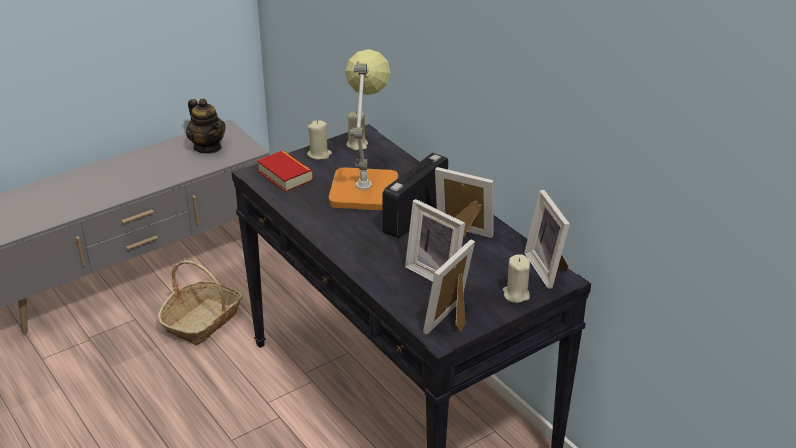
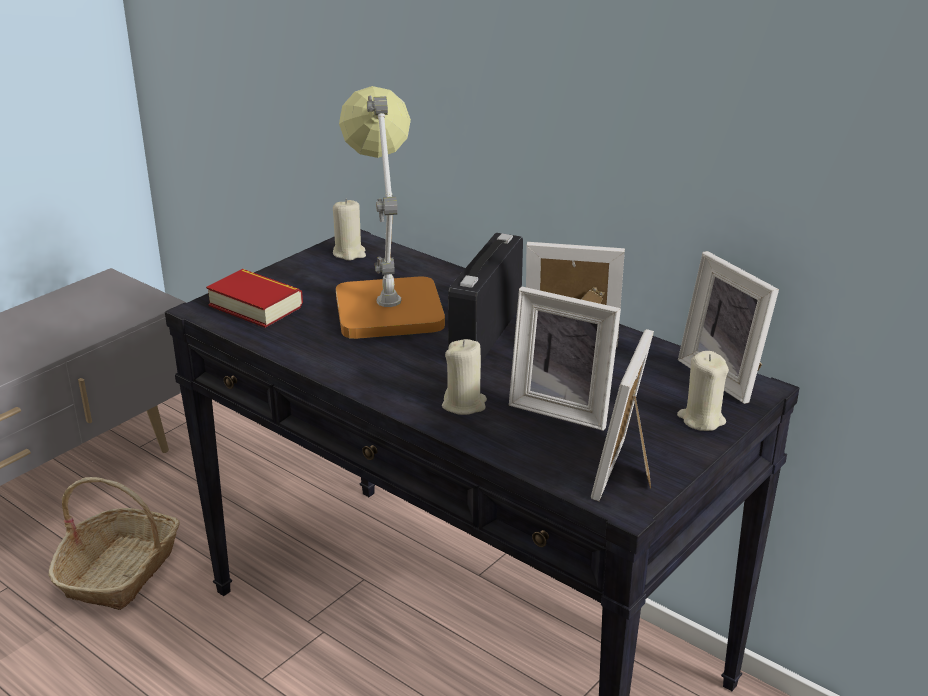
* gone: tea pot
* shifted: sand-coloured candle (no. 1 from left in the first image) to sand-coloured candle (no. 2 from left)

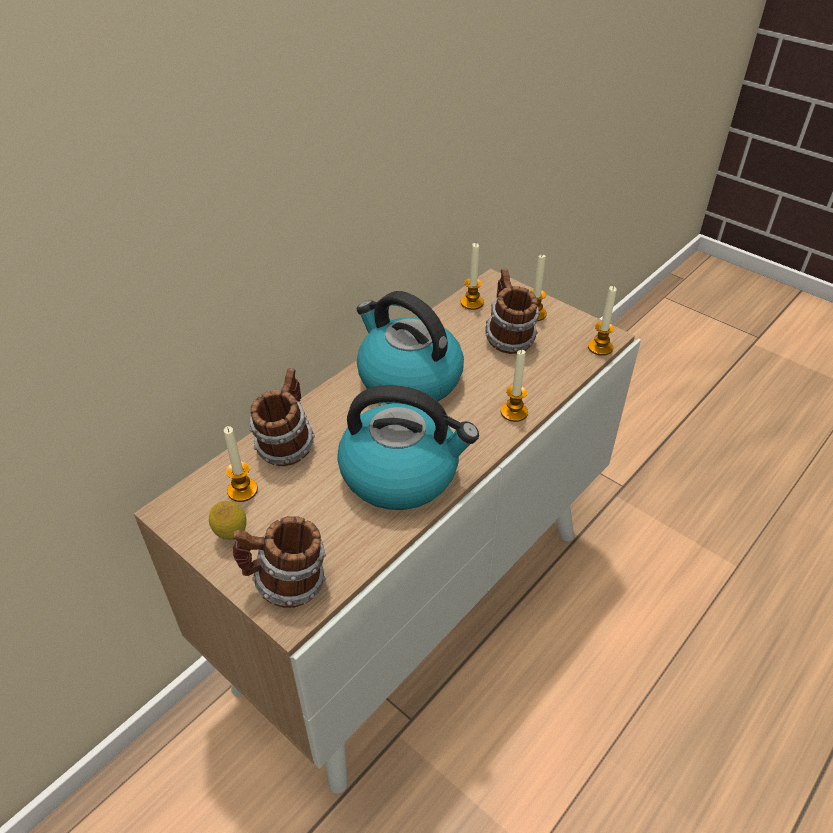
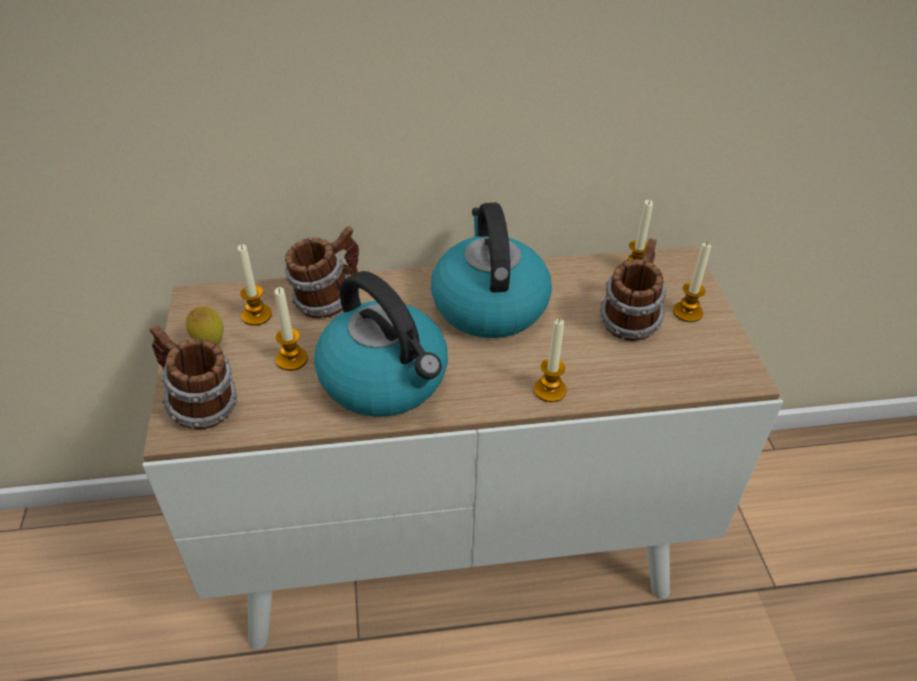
* shifted: candle (no. 5 from left in the first image) to candle (no. 2 from left)

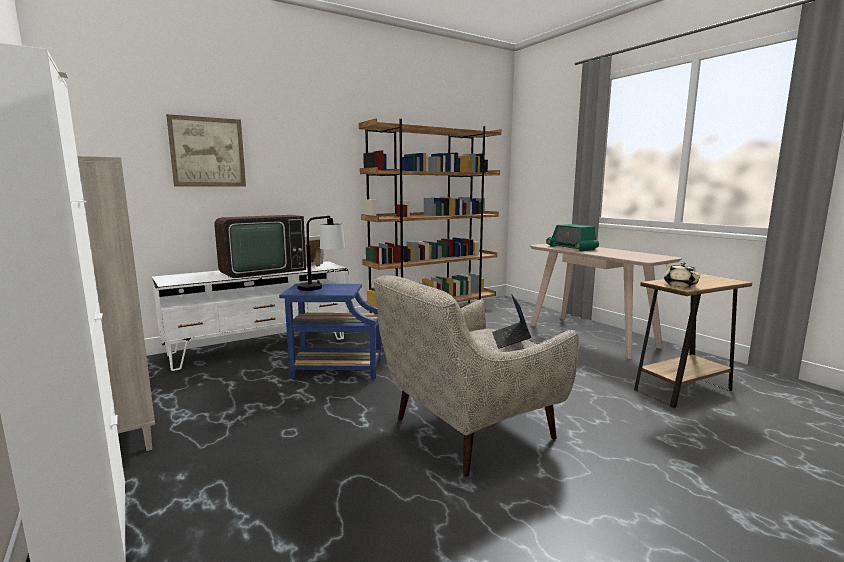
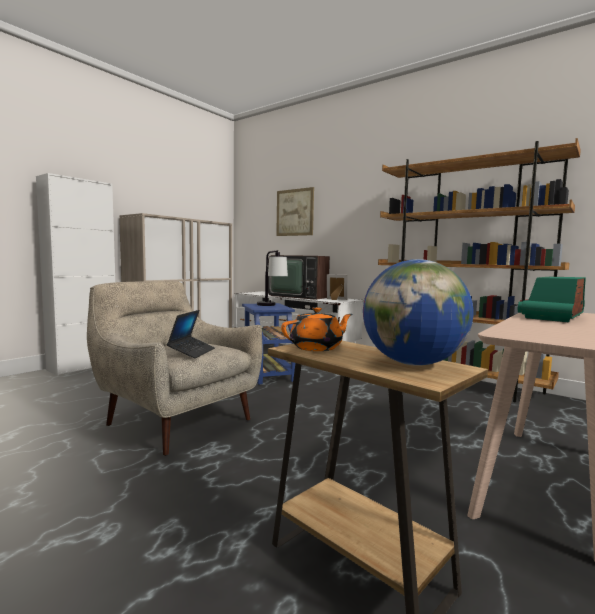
* new: world globe
* repainted: sand-coloured tea pot to orange tea pot
* rotated: portable computer 120 degrees clockwise

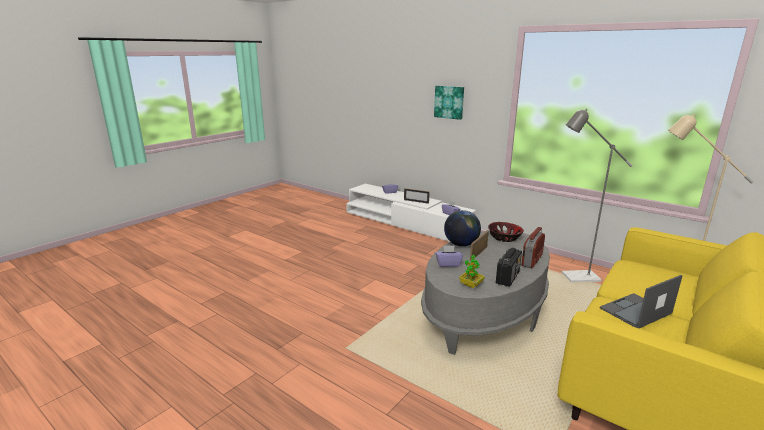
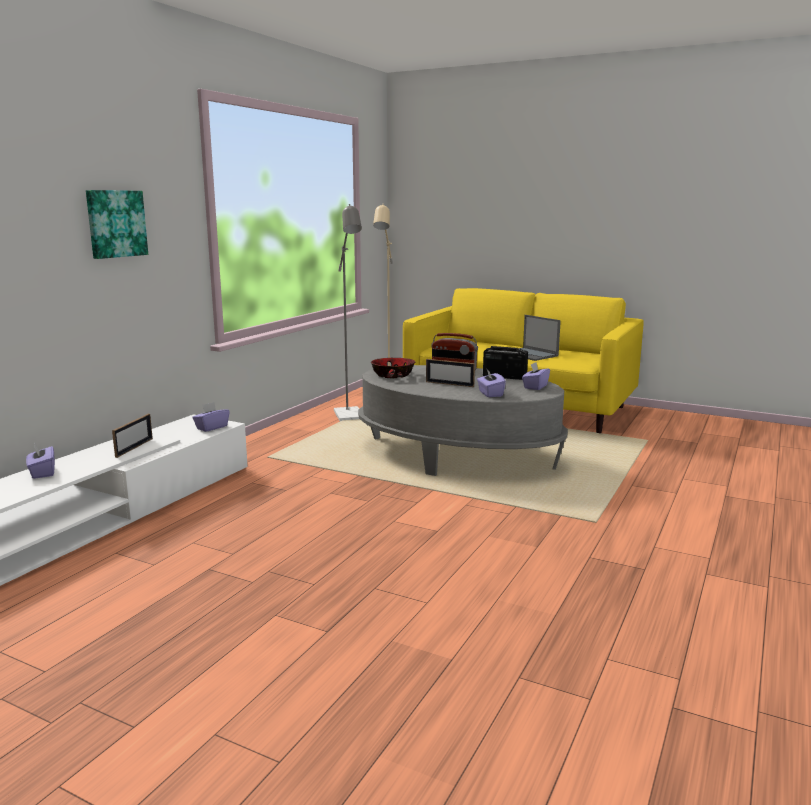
* gone: world globe
* swapped: houseplant to purple-coloured tissue box (no. 4 from left)

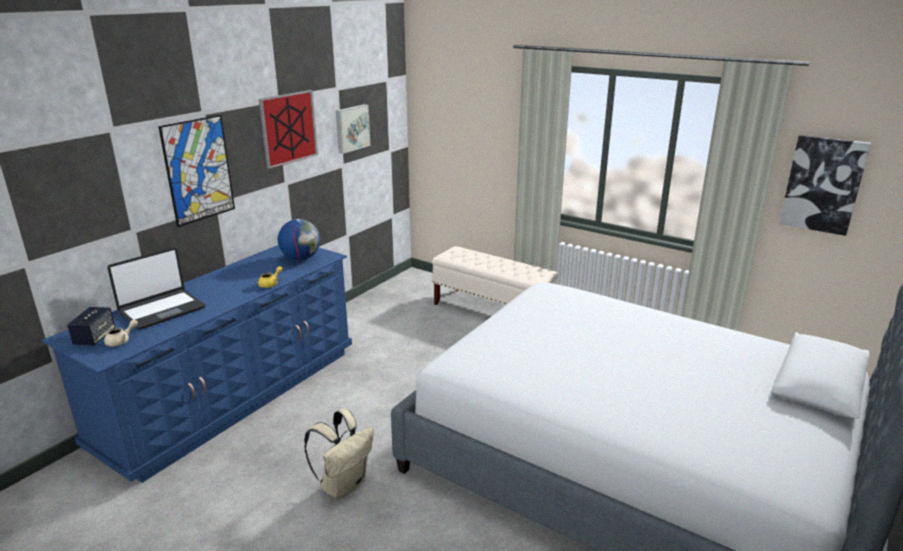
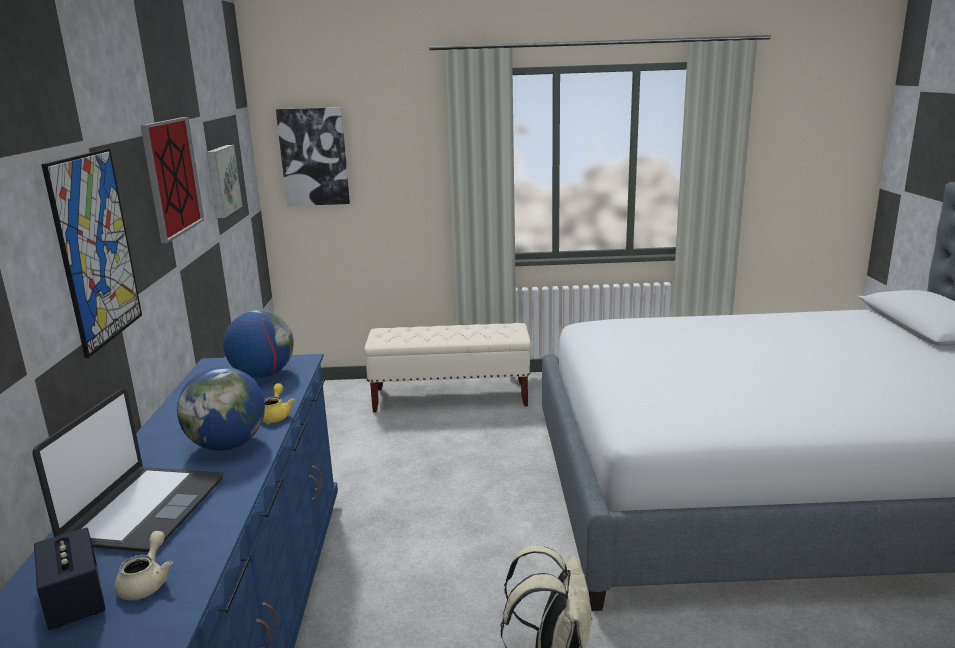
* new: world globe (no. 1 from left)
* shifted: wall art (no. 4 from left)

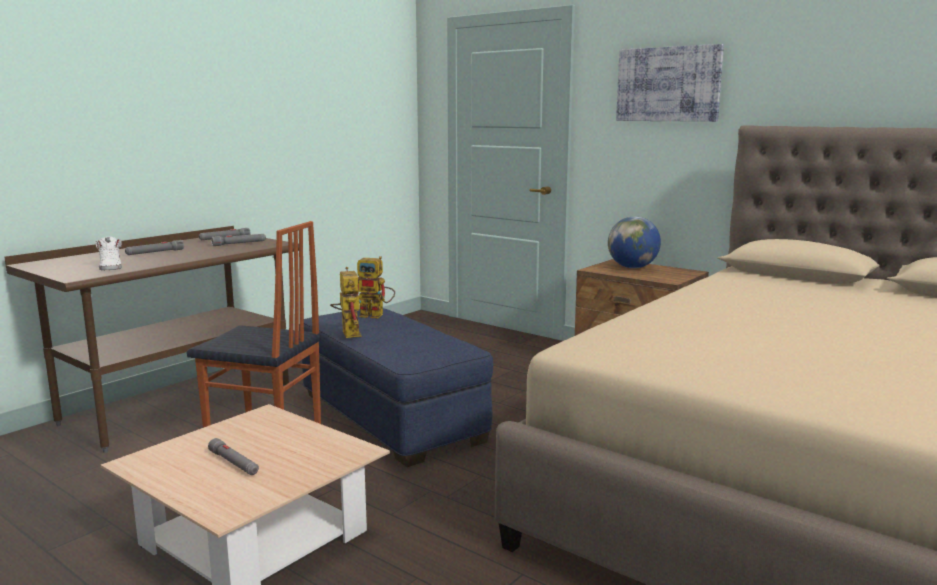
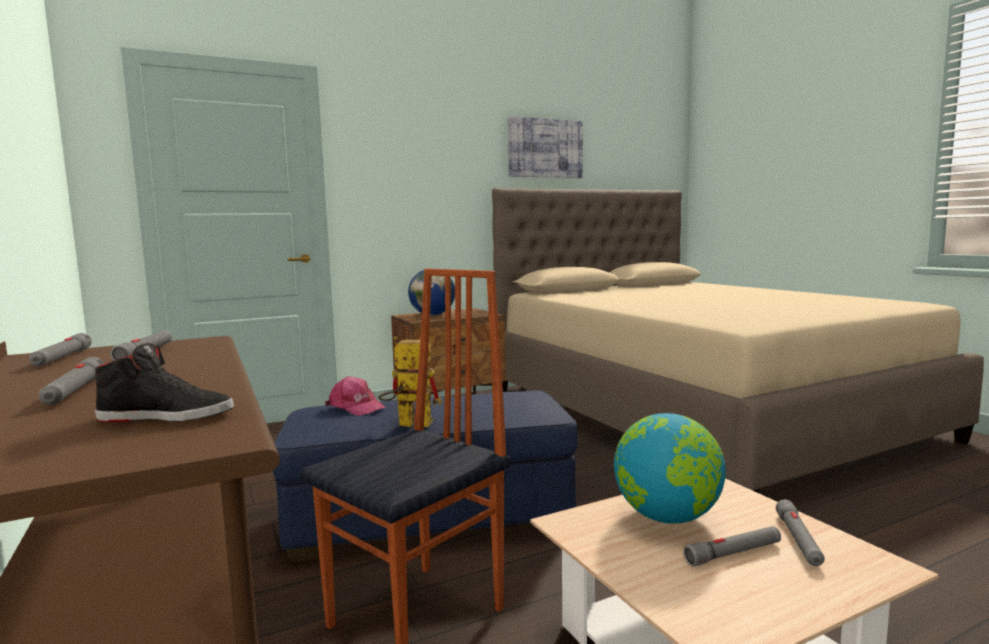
* new: world globe (no. 2 from left)
* new: grey torch (no. 5 from left)
* shifted: wall art
* swapped: robot figure (no. 2 from left) to pinkish baseball cap
* repainted: white-coloured shoe to black-coloured shoe

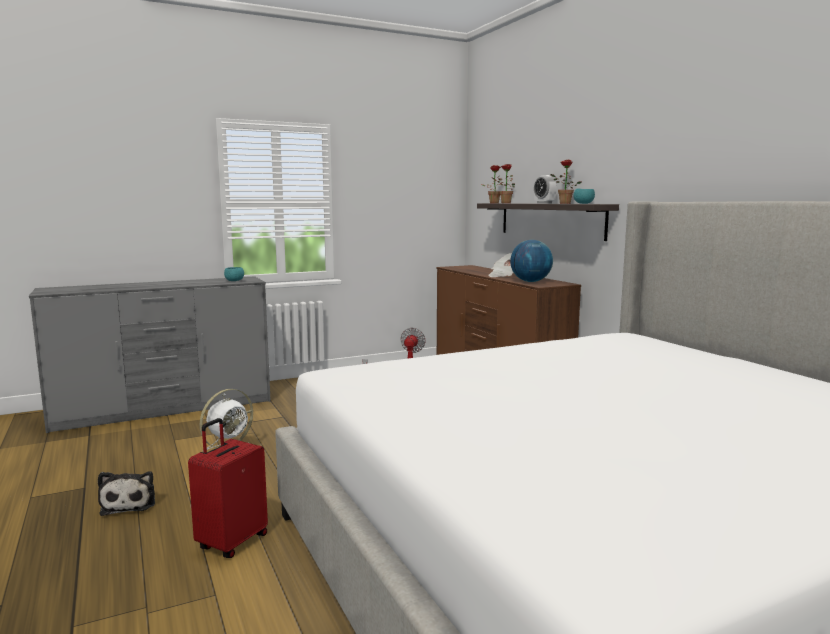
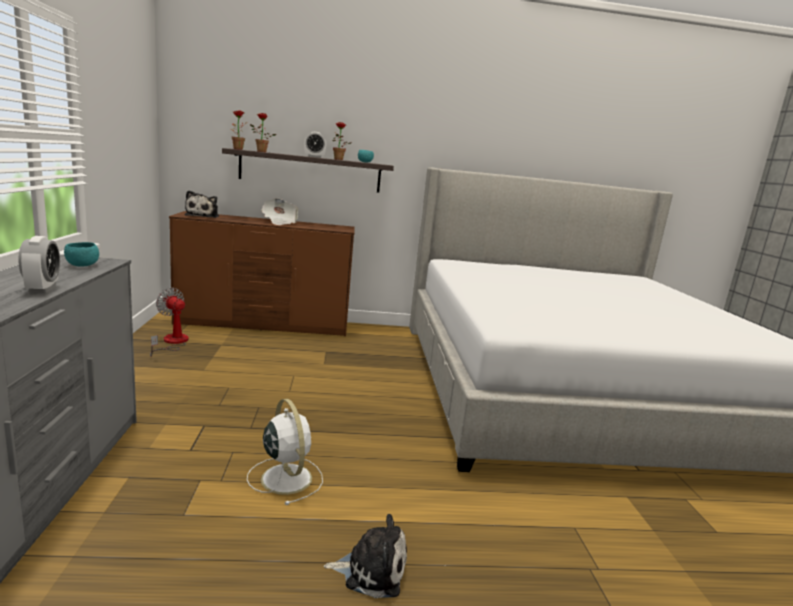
* gone: reddish piece of luggage
* gone: world globe
* new: bedside clock (no. 1 from left)
* new: soft toy (no. 1 from left)

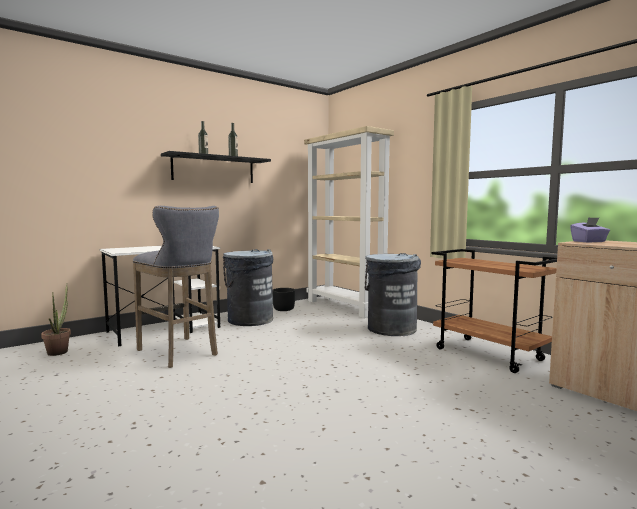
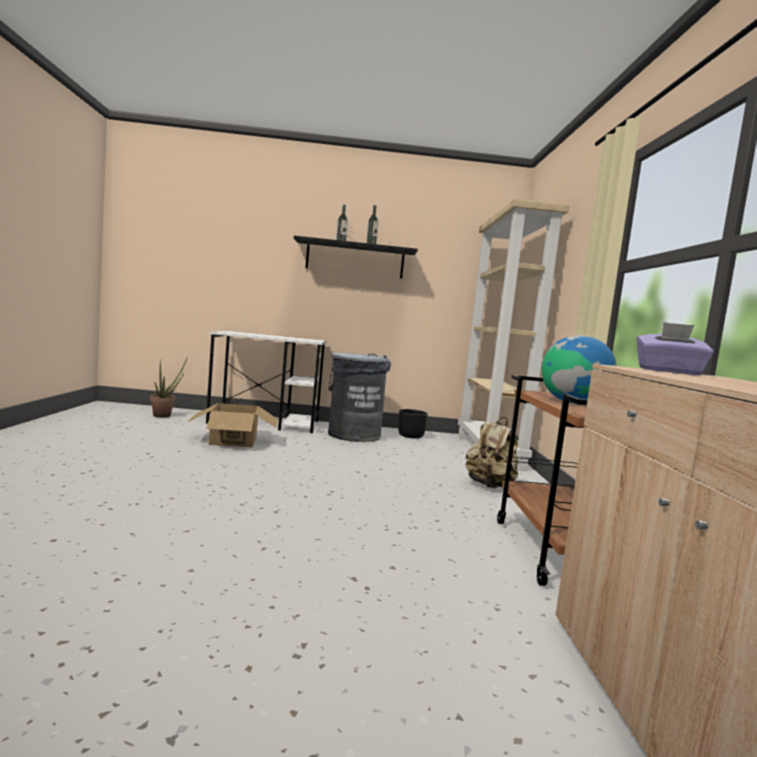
* new: world globe
* swapped: grey stool to carton
* swapped: grey waste bin (no. 2 from left) to sand-coloured backpack

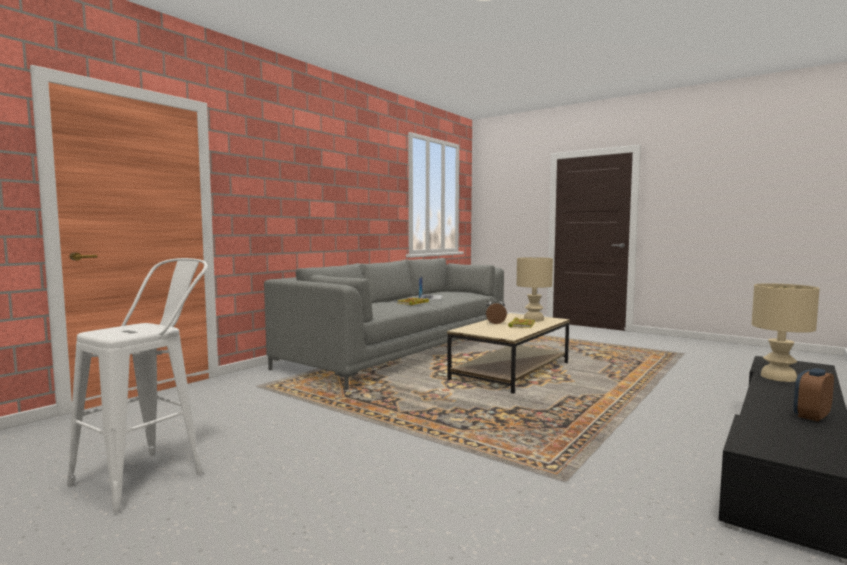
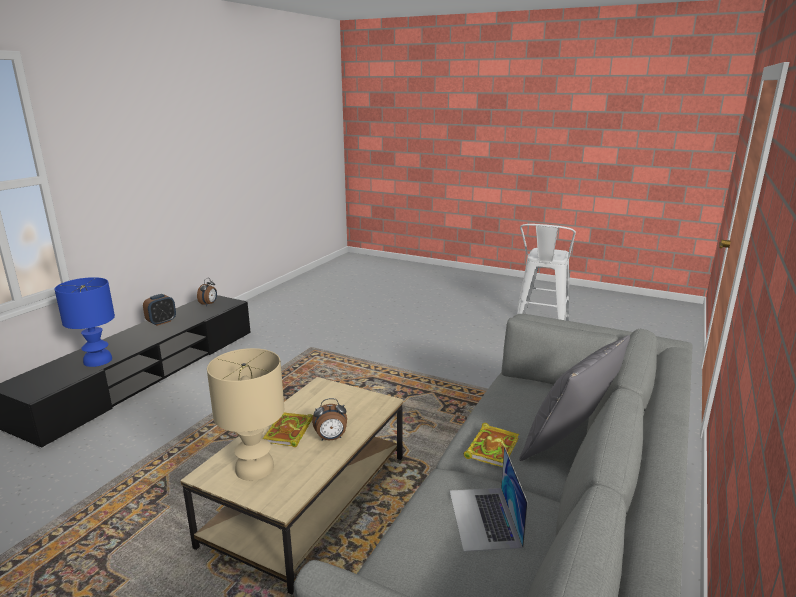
* new: bedside clock (no. 2 from left)
* new: grey pillow
* repainted: sand-coloured table lamp (no. 2 from left) to blue-coloured table lamp

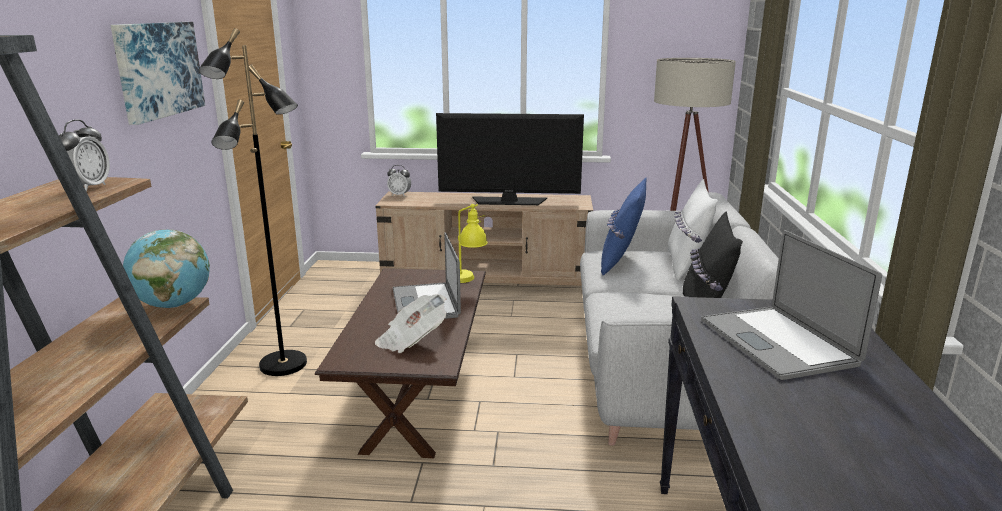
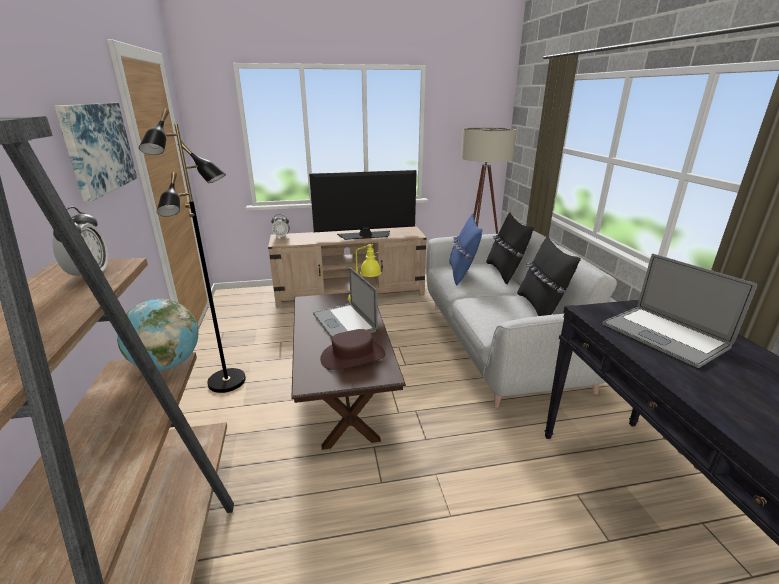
* swapped: printed paper to brown wearable hat
* repainted: white-coloured pillow to black-coloured pillow (no. 1 from left)

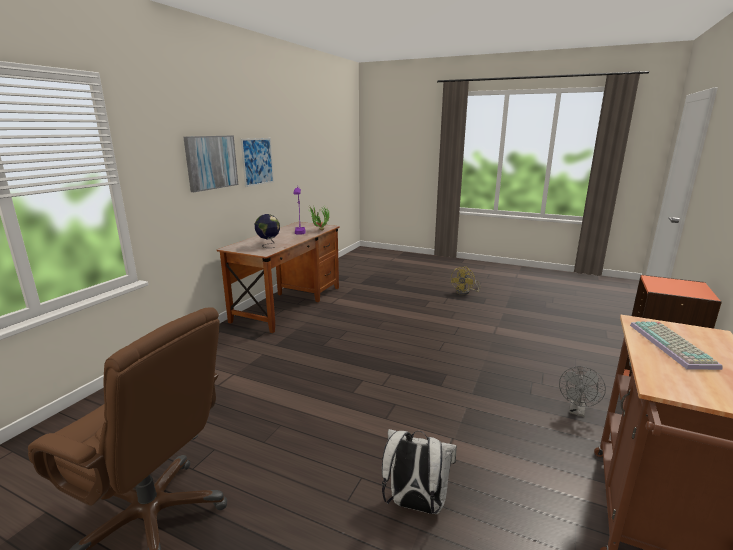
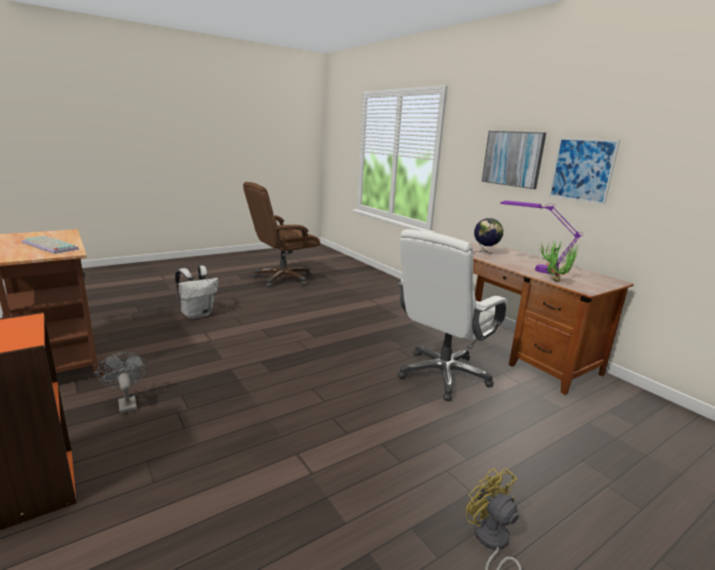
* new: white-coloured office chair

